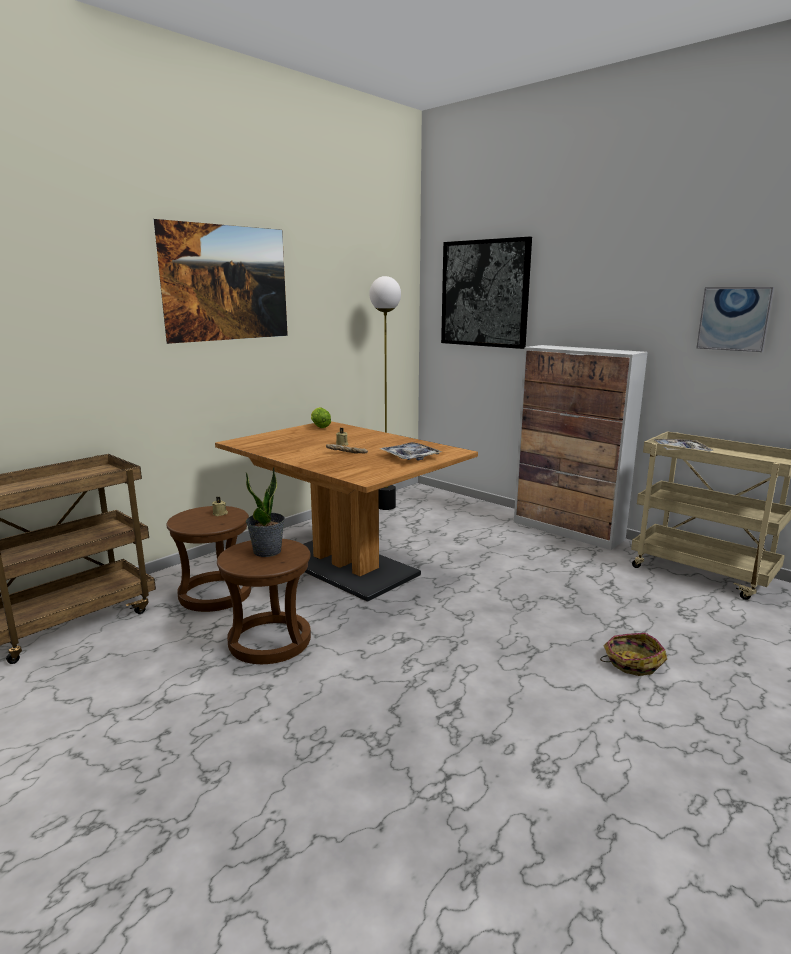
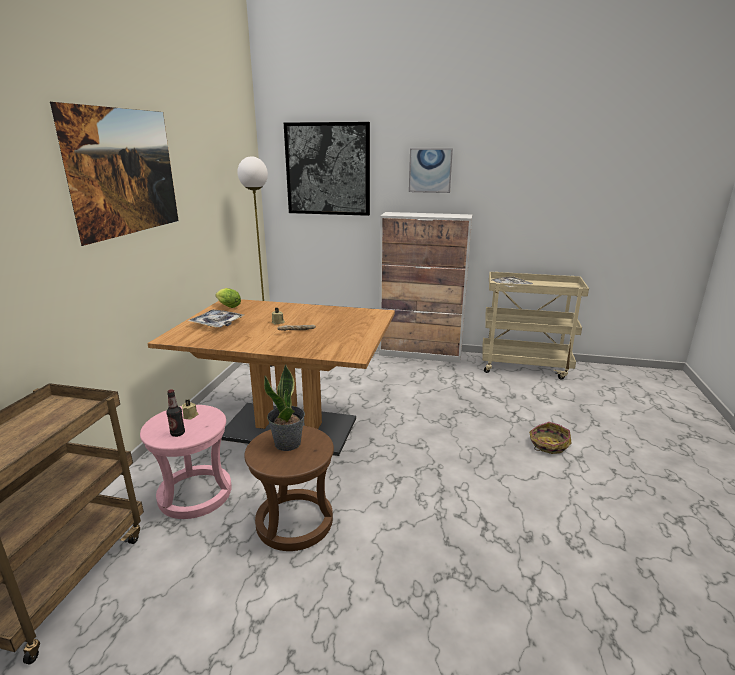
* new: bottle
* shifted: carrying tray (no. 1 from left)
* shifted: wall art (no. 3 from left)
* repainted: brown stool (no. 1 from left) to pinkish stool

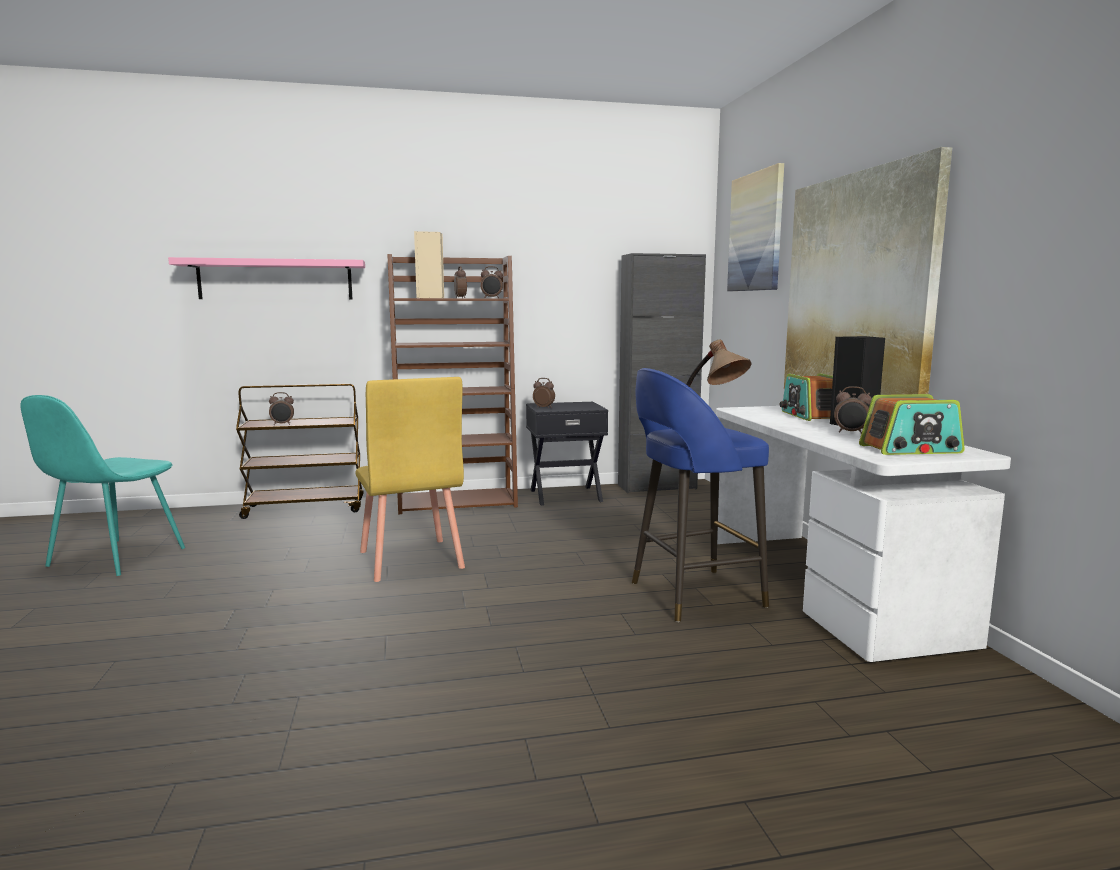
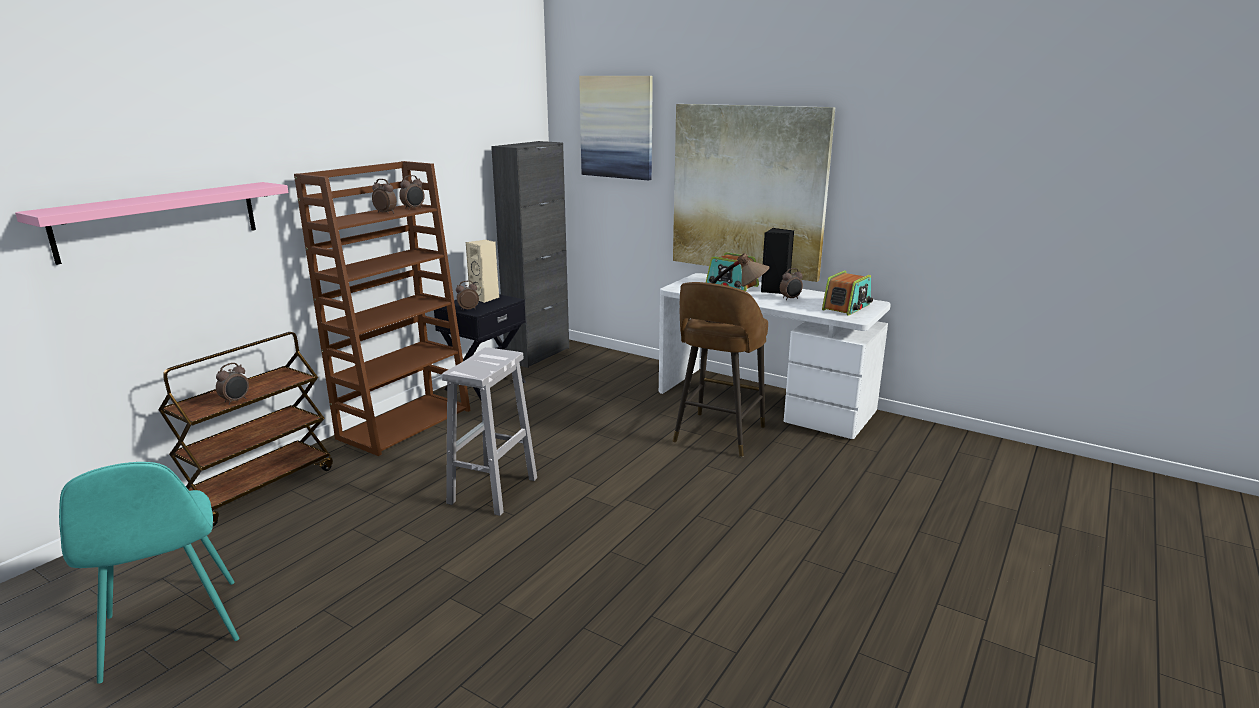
* shifted: sand-coloured speaker
* swapped: yellowish plain chair to white-coloured stool
* repainted: blue-coloured stool to brown stool

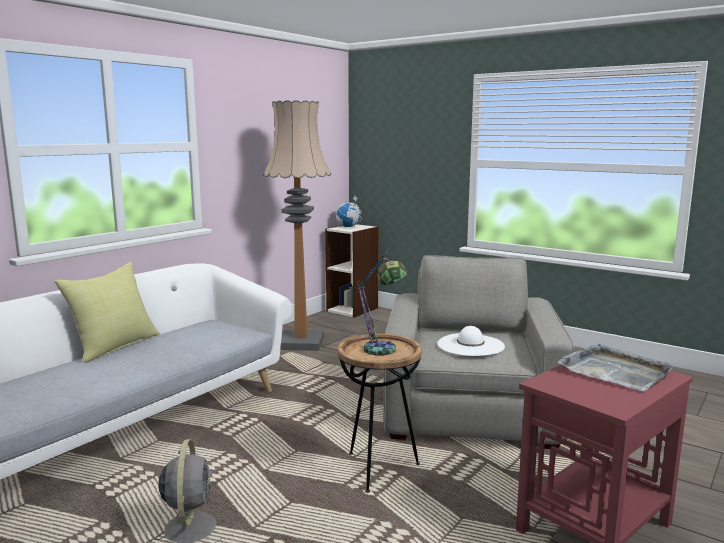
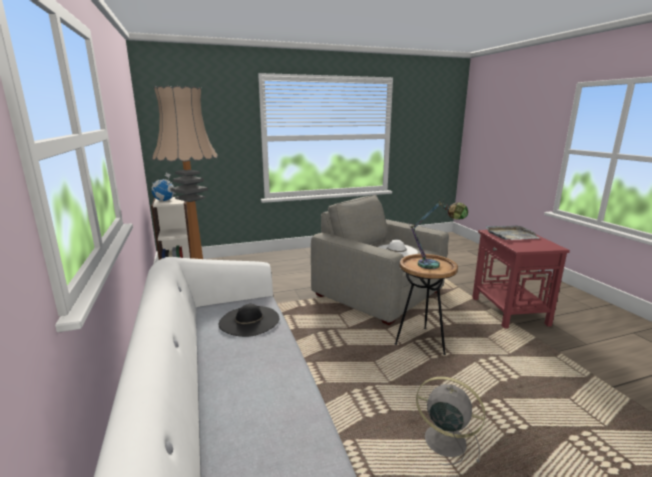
* gone: yellowish pillow
* new: black-coloured wearable hat

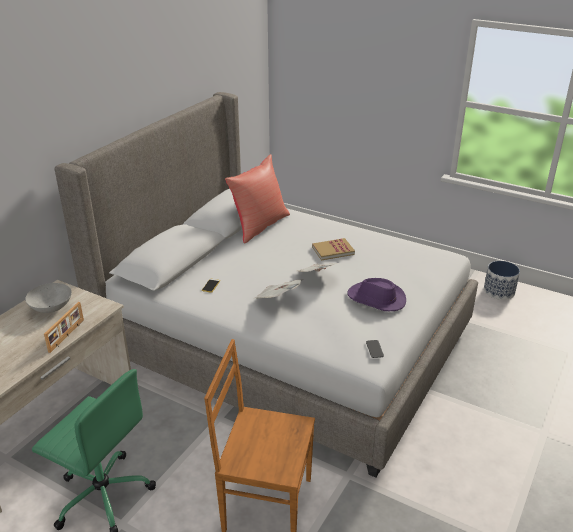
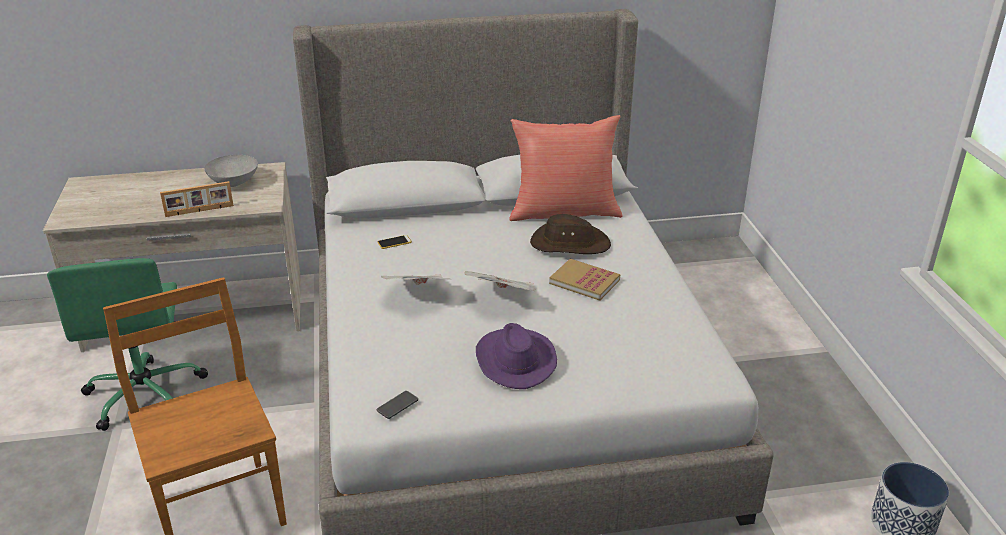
* new: brown wearable hat

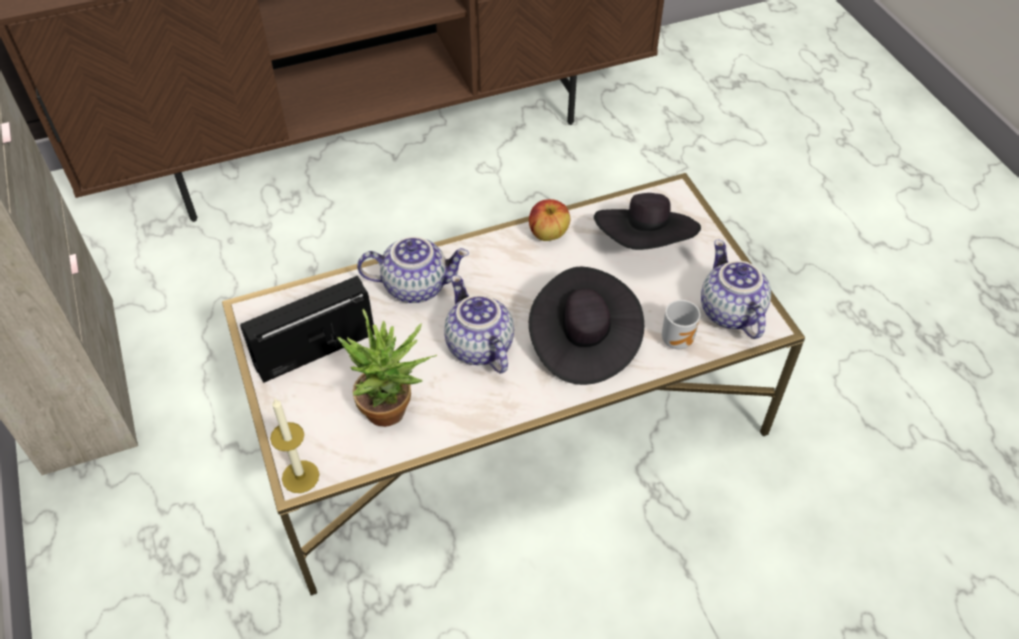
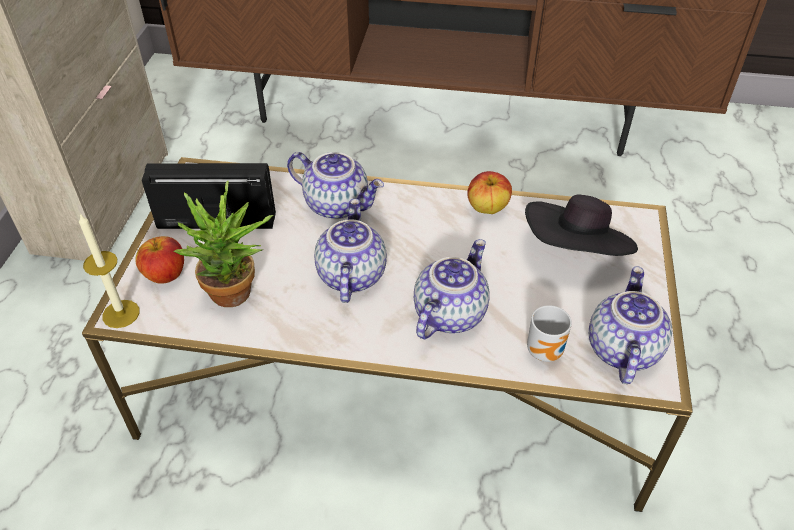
* new: apple (no. 1 from left)
* swapped: black-coloured wearable hat (no. 1 from left) to tea pot (no. 3 from left)

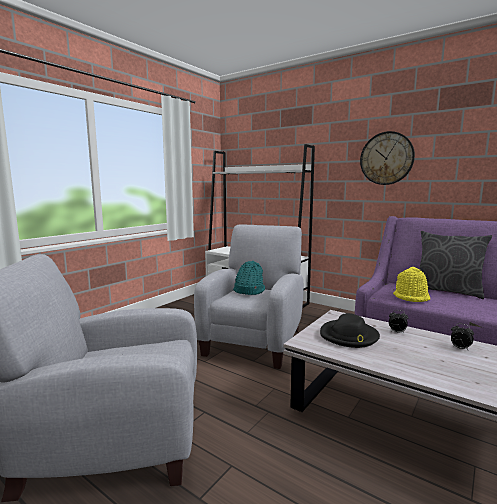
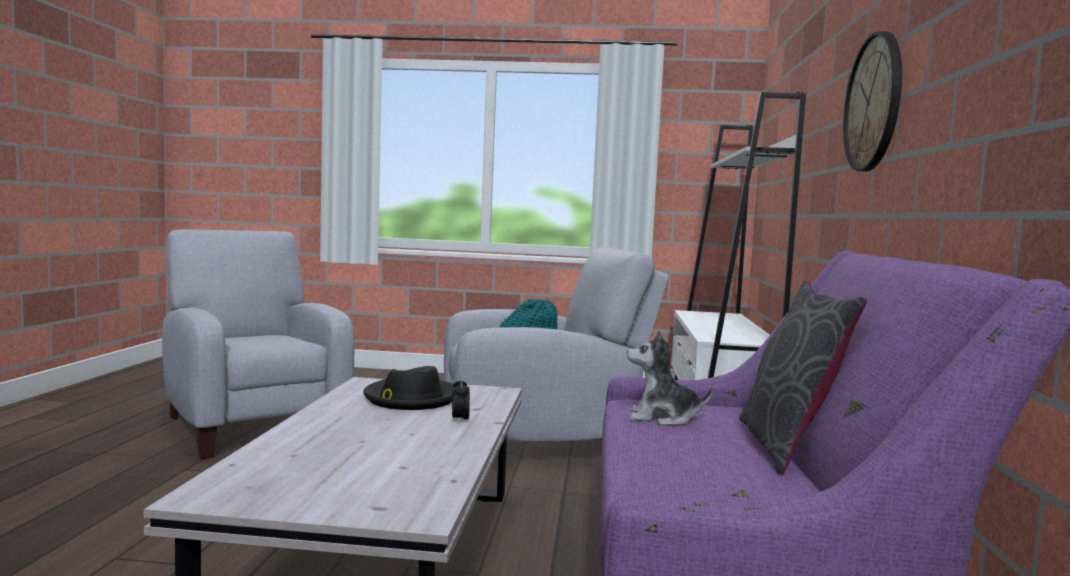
* gone: bedside clock (no. 2 from left)
* swapped: yellowish wearable hat to soft toy

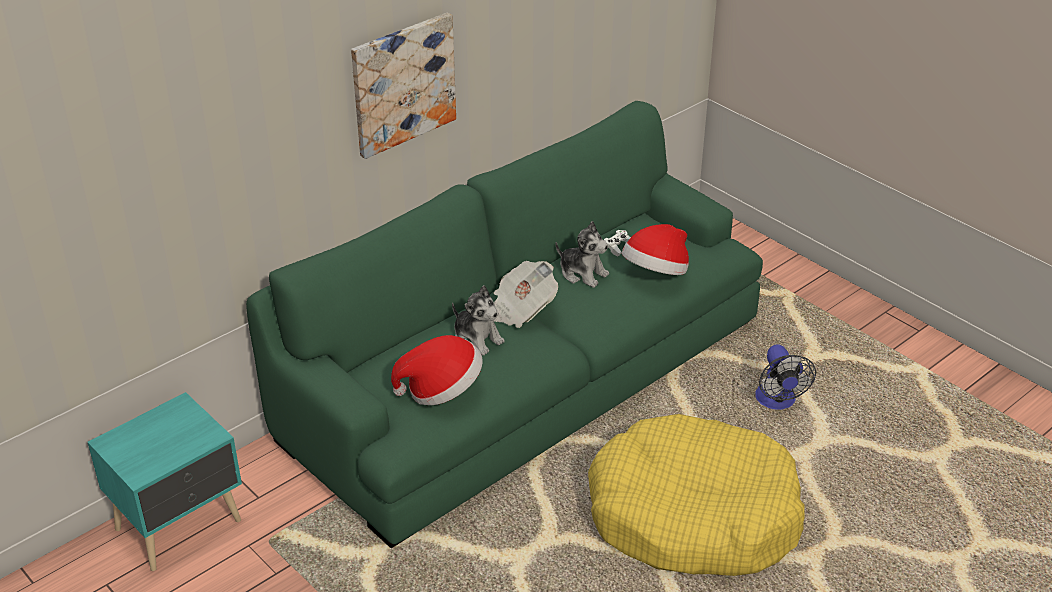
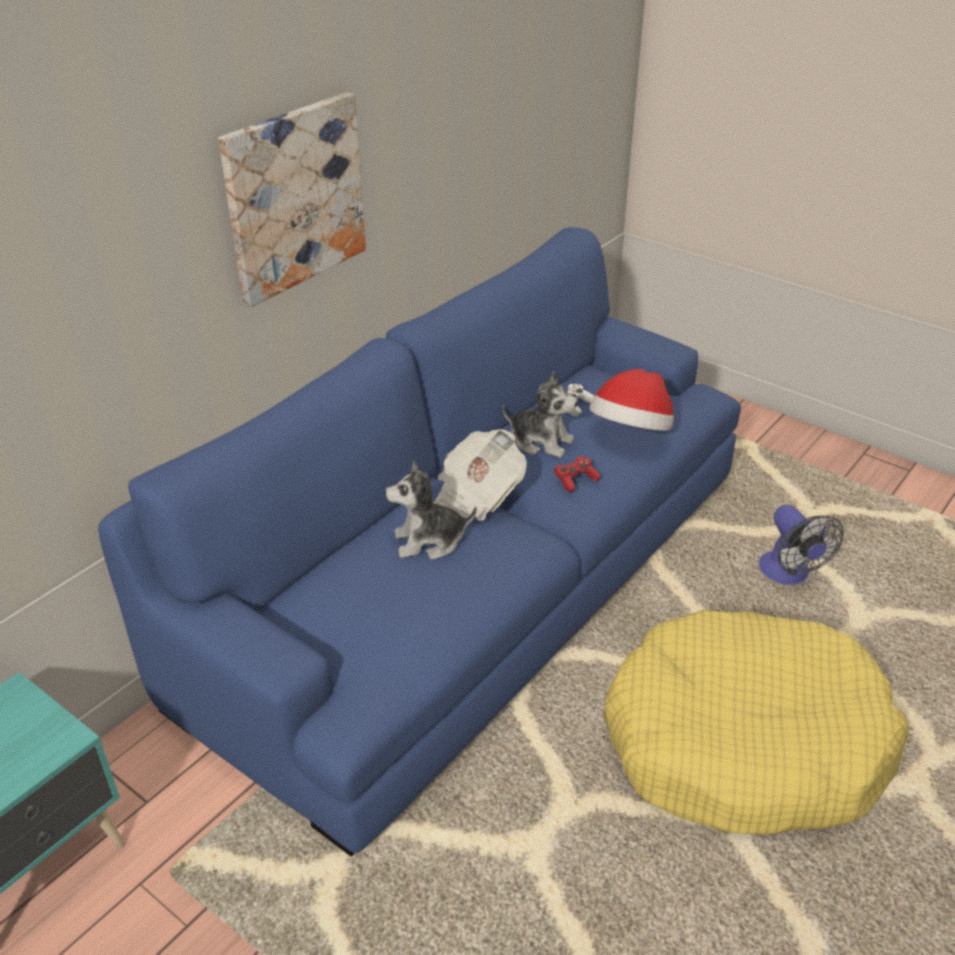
* gone: wearable hat (no. 1 from left)
* new: reddish game controller
* repainted: green settee to blue-coloured settee
* rotated: soft toy (no. 1 from left) 135 degrees clockwise

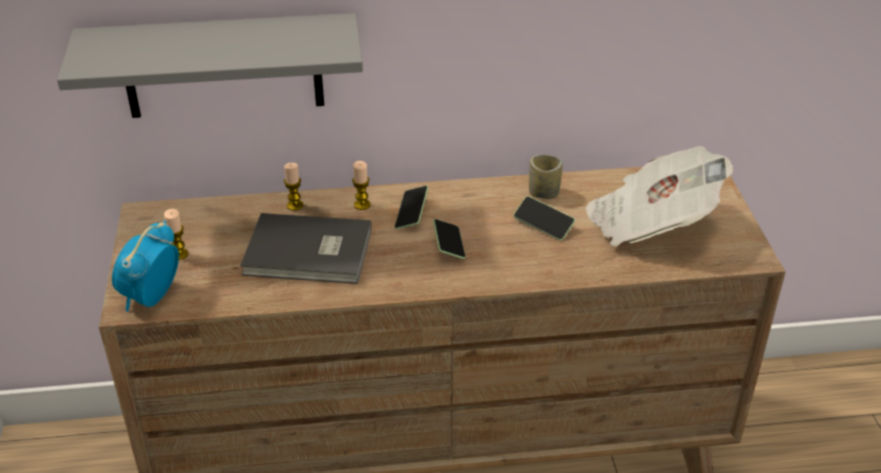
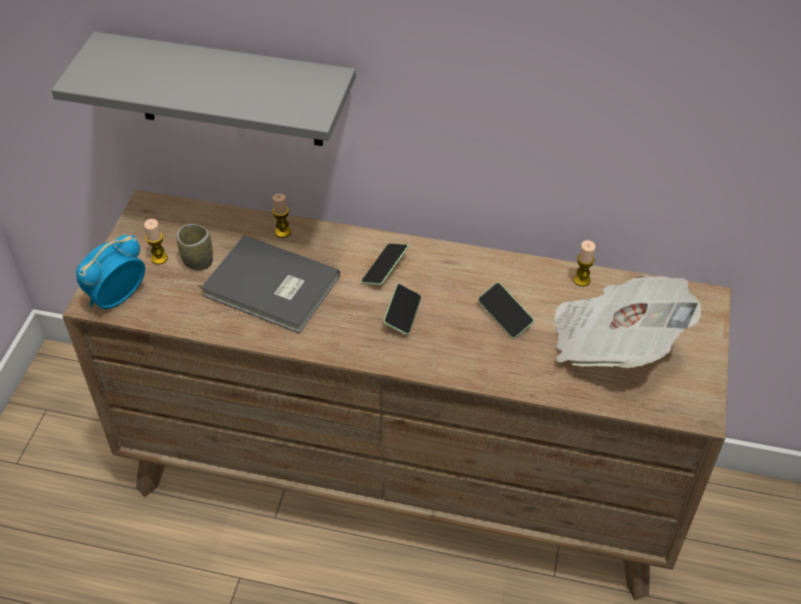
* shifted: candle (no. 3 from left)
* shifted: drinking cup

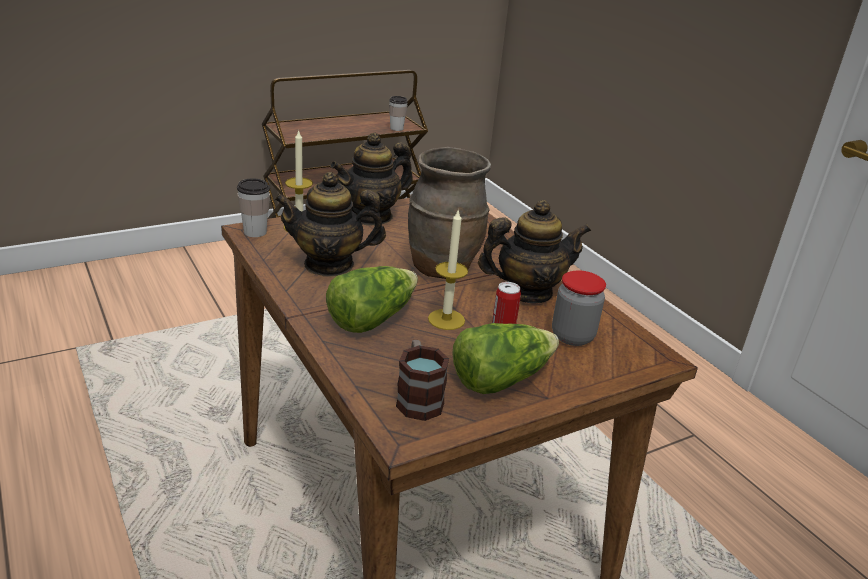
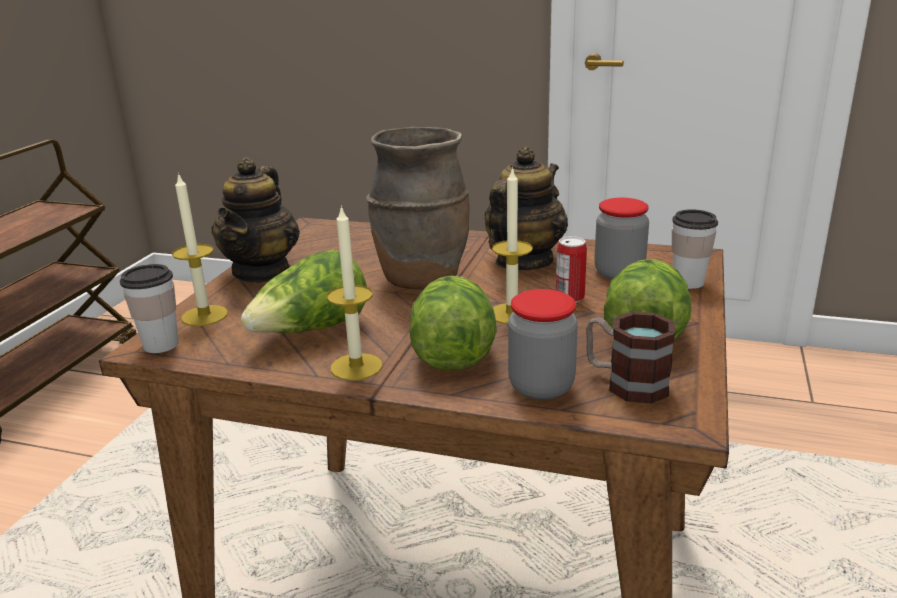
* new: candle (no. 2 from left)
* new: storage jar (no. 1 from left)
* shifted: drinking cup (no. 2 from left)
* swapped: tea pot (no. 1 from left) to head of lettuce (no. 1 from left)

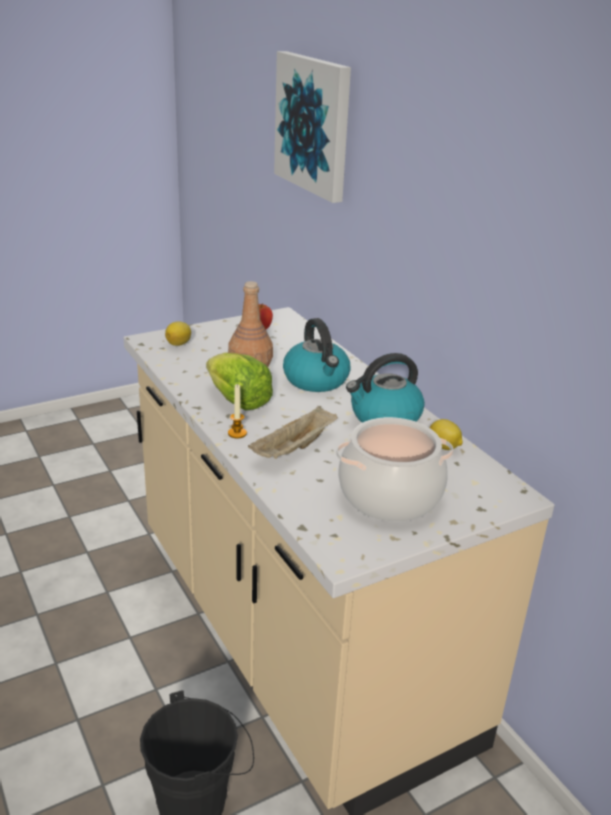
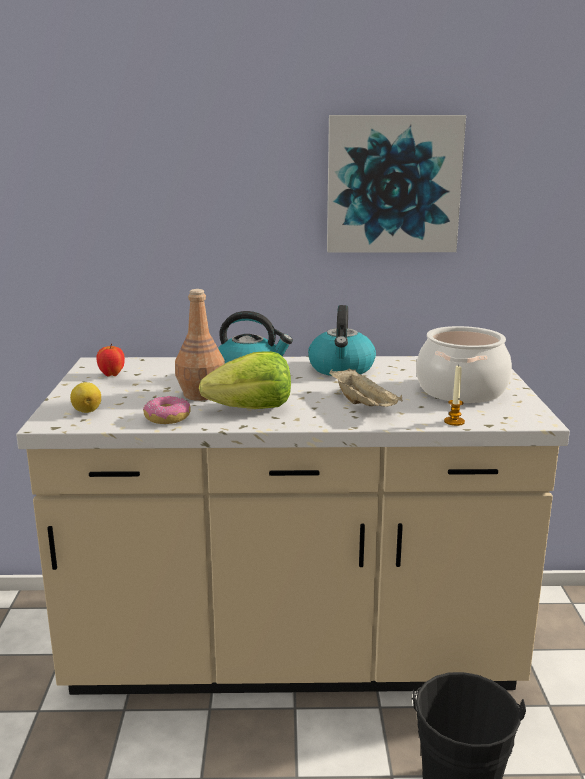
* gone: citrus fruit (no. 2 from left)
* new: donut
* shifted: candle
* shifted: wall art

